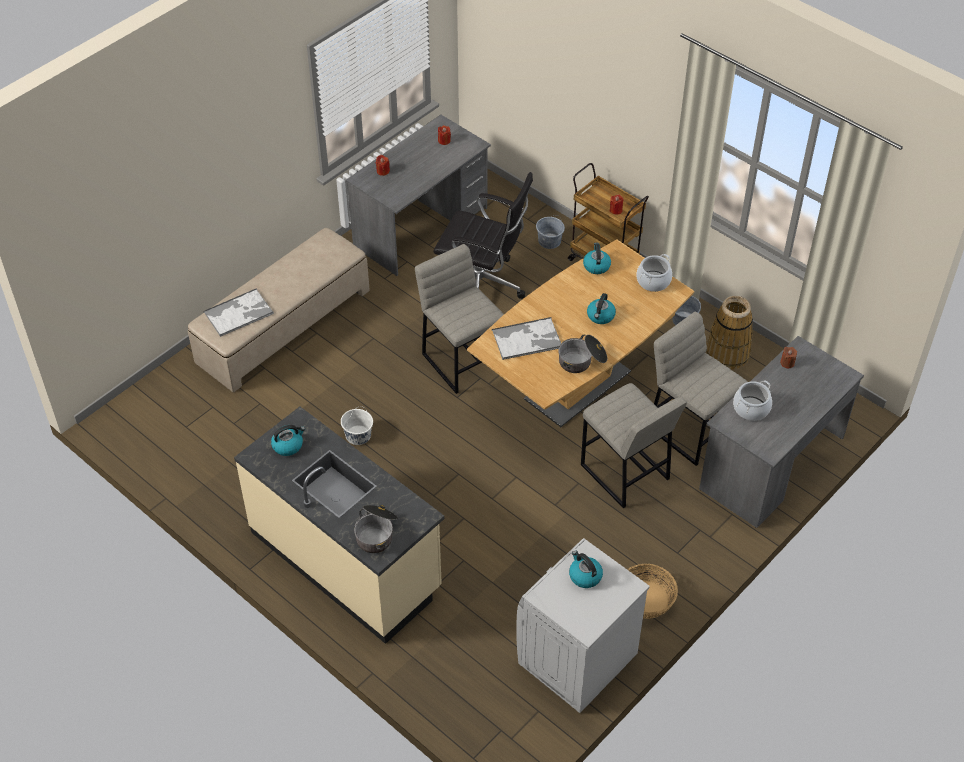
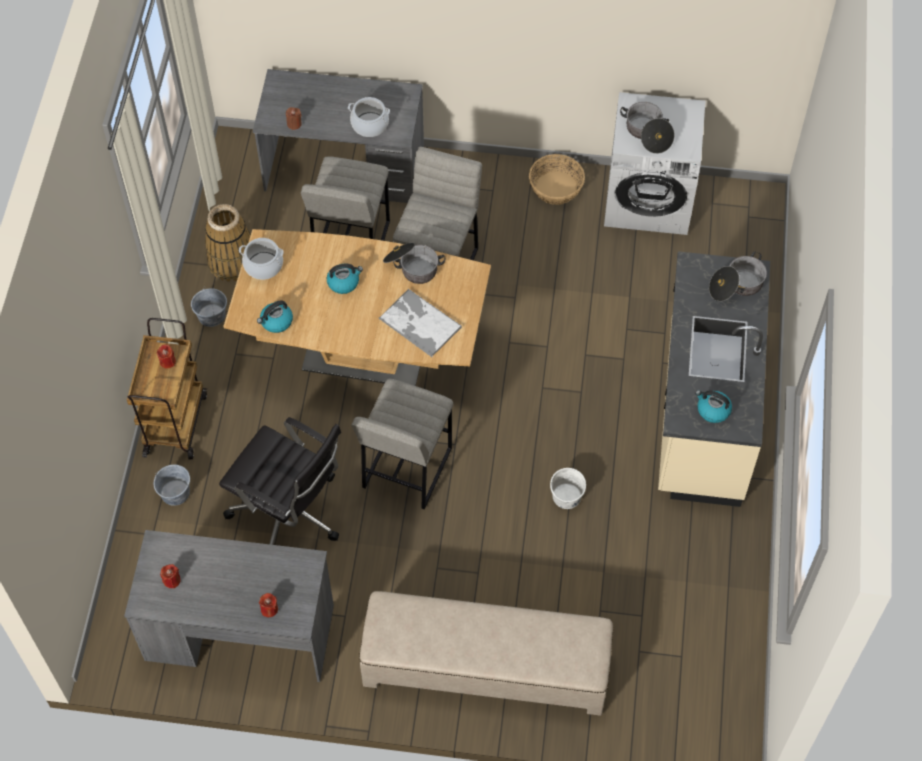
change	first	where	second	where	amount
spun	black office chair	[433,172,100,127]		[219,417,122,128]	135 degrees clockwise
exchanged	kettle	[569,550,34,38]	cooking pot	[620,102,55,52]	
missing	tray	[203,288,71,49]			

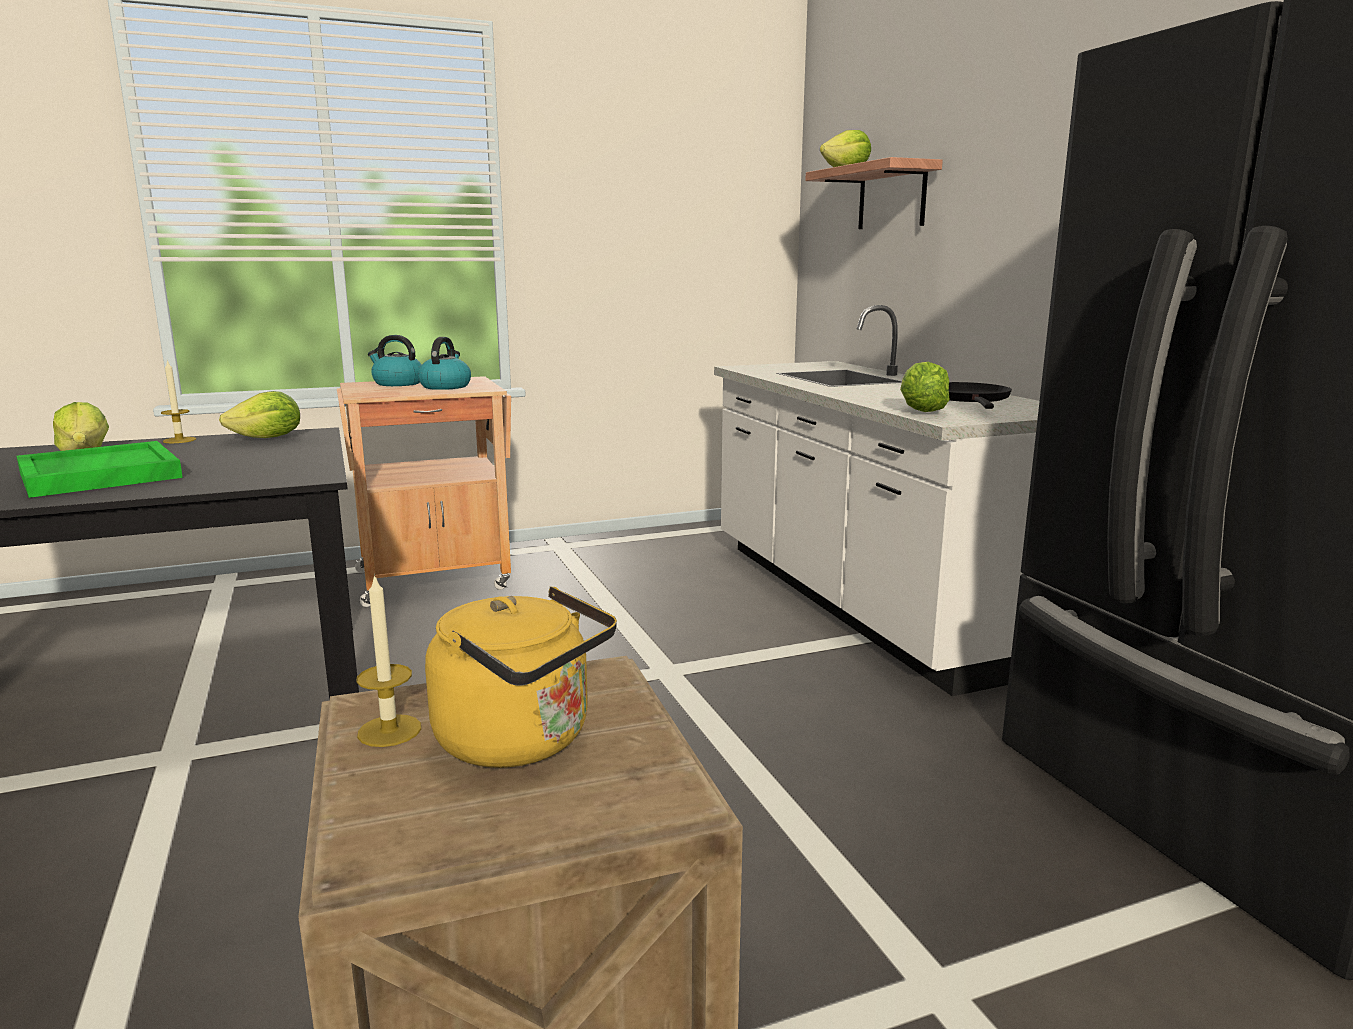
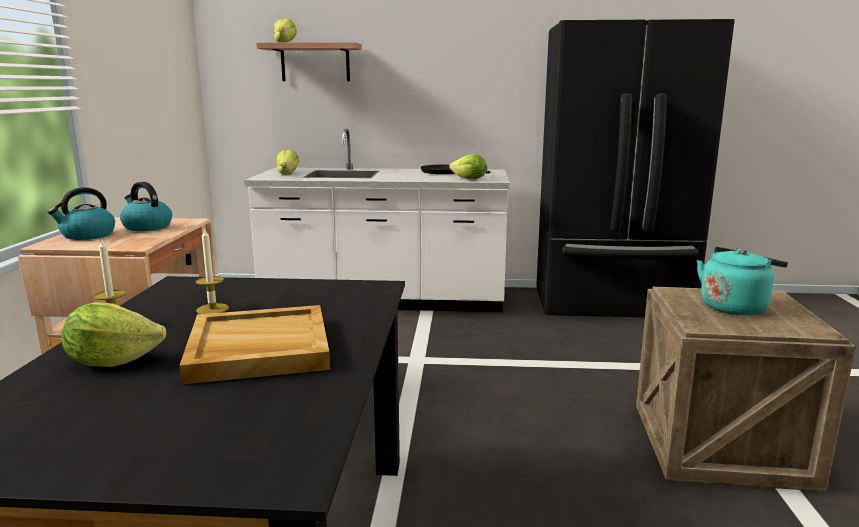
change	first	where	second	where	amount
colour	green tray	[17,441,166,57]	beige tray	[179,305,151,79]	
relocated	candle	[356,574,65,173]		[196,227,33,87]	
relocated	lettuce	[219,391,81,47]		[276,149,23,25]	
colour	yellow kettle	[425,586,192,182]	turquoise kettle	[697,247,91,68]	

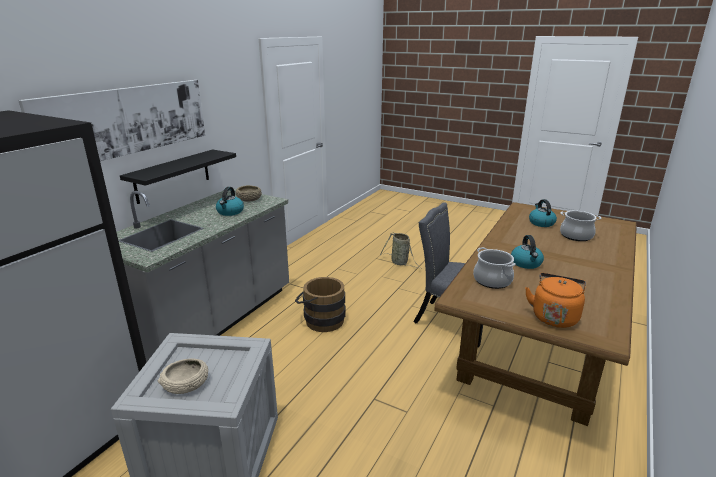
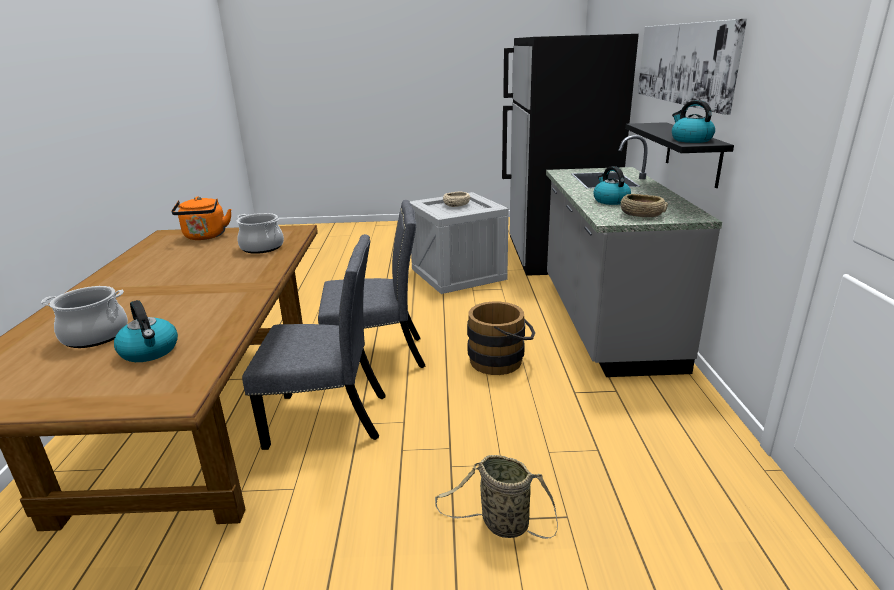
change	first	where	second	where	amount
appeared			grey chair	[318,200,108,168]	
relocated	kettle	[511,235,33,34]		[672,100,43,43]	

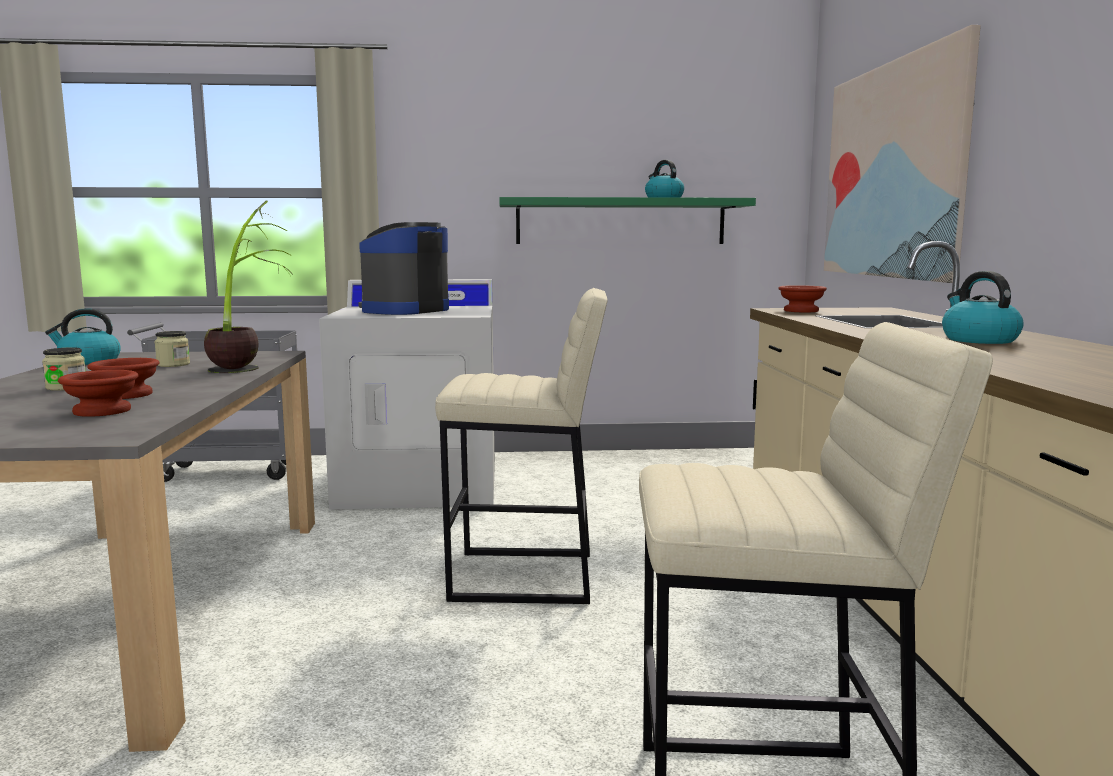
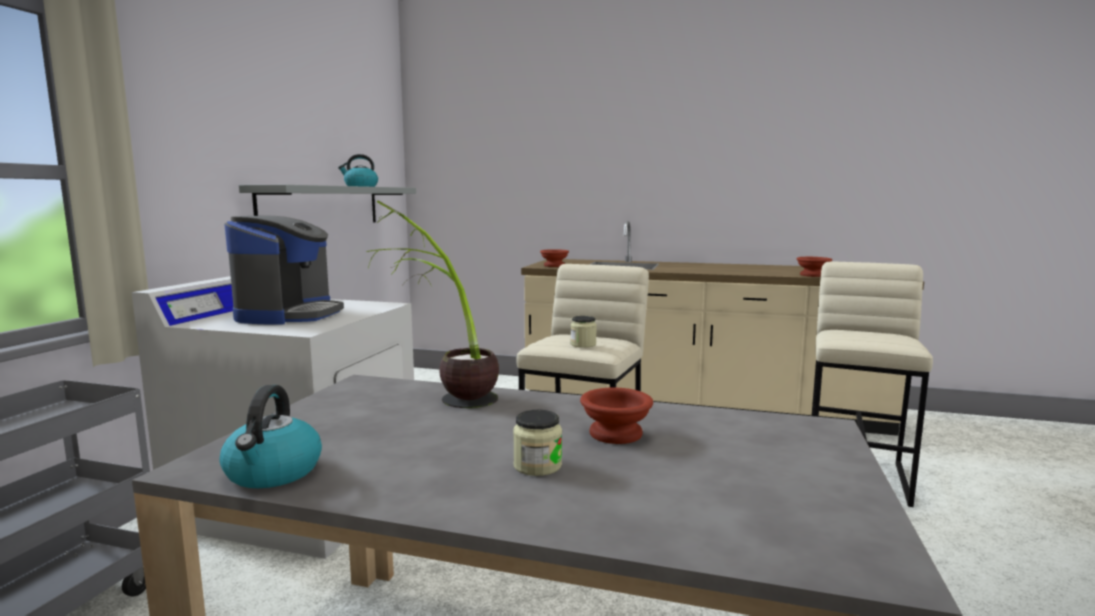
change	first	where	second	where	amount
spun	coffee machine	[358,222,91,93]		[224,216,120,109]	135 degrees counterclockwise
colour	green shelf	[499,197,257,47]	grey shelf	[239,185,177,38]	
relocated	jar	[154,331,36,36]		[571,316,26,32]	
relocated	brown bowl	[58,370,81,47]		[796,257,36,20]	
missing	picture	[824,25,157,258]			
missing	kettle	[942,271,82,73]			

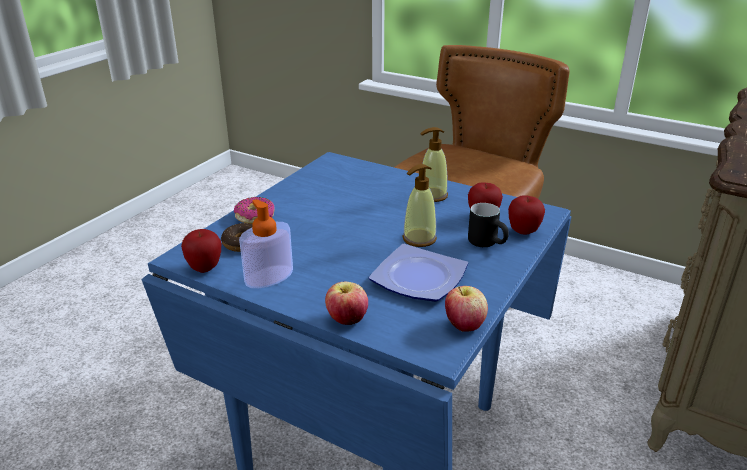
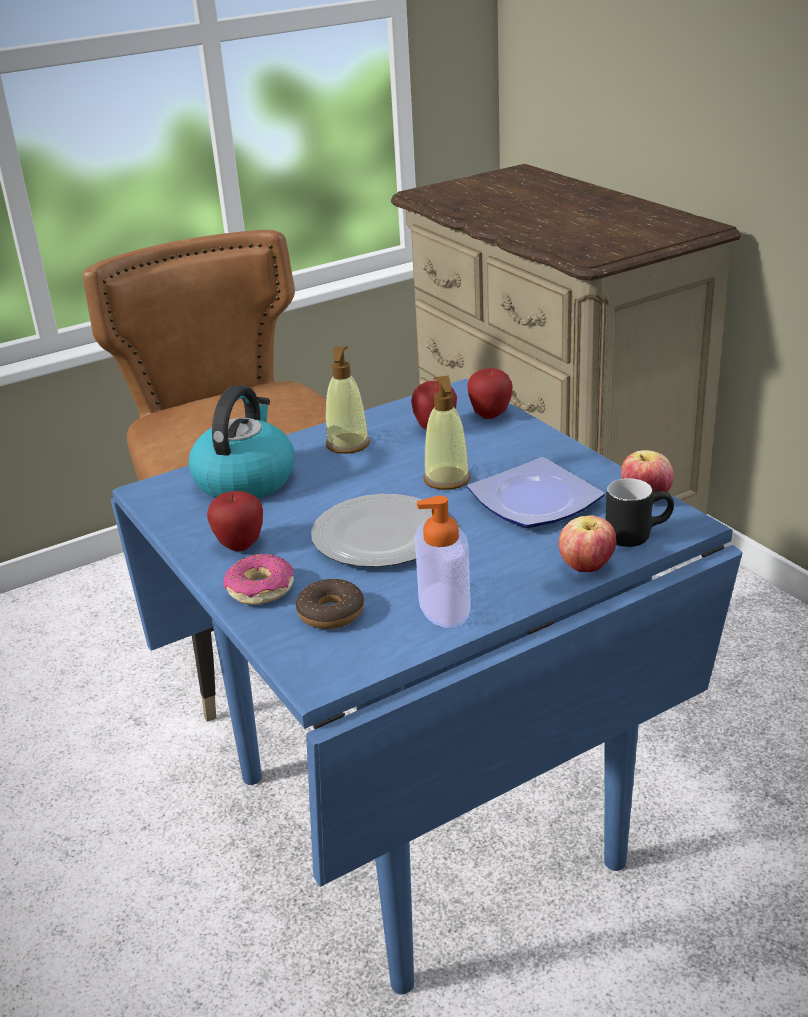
change	first	where	second	where	amount
appeared			kettle	[188,385,107,113]	
relocated	apple	[181,229,40,44]		[207,491,56,60]	
appeared			plate	[311,494,121,73]	
relocated	black mug	[468,203,41,44]		[605,478,69,69]	

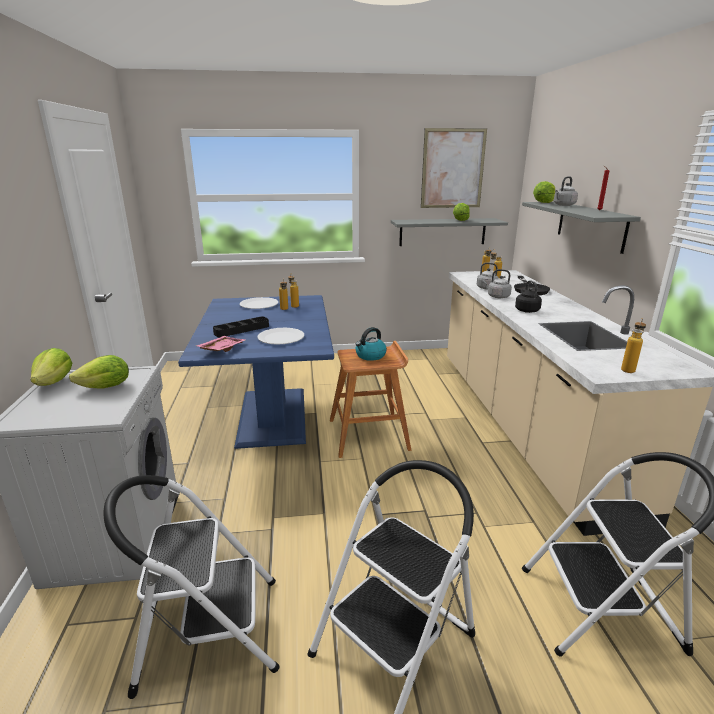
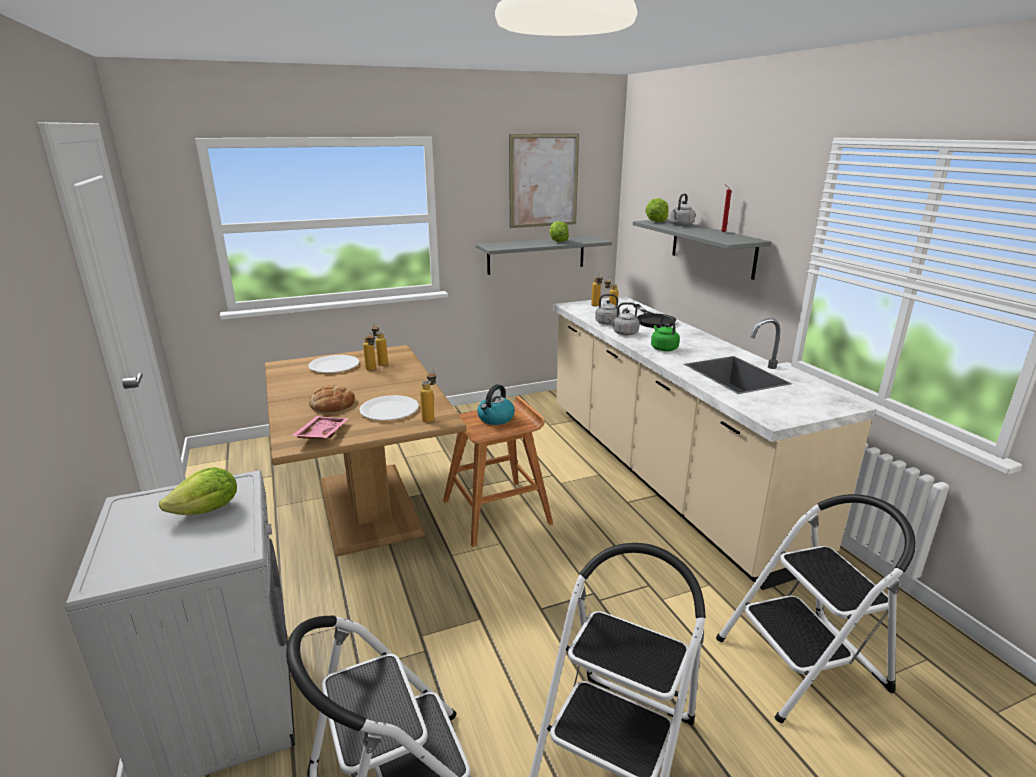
change	first	where	second	where	amount
colour	blue dining table	[178,295,156,154]	brown dining table	[265,345,201,212]	
exchanged	black tray	[213,317,56,20]	bread	[309,385,46,28]	
relocated	bottle	[621,318,25,55]		[420,369,16,54]	
colour	black kettle	[515,280,27,33]	green kettle	[651,315,29,36]	
missing	lettuce	[30,348,42,38]			

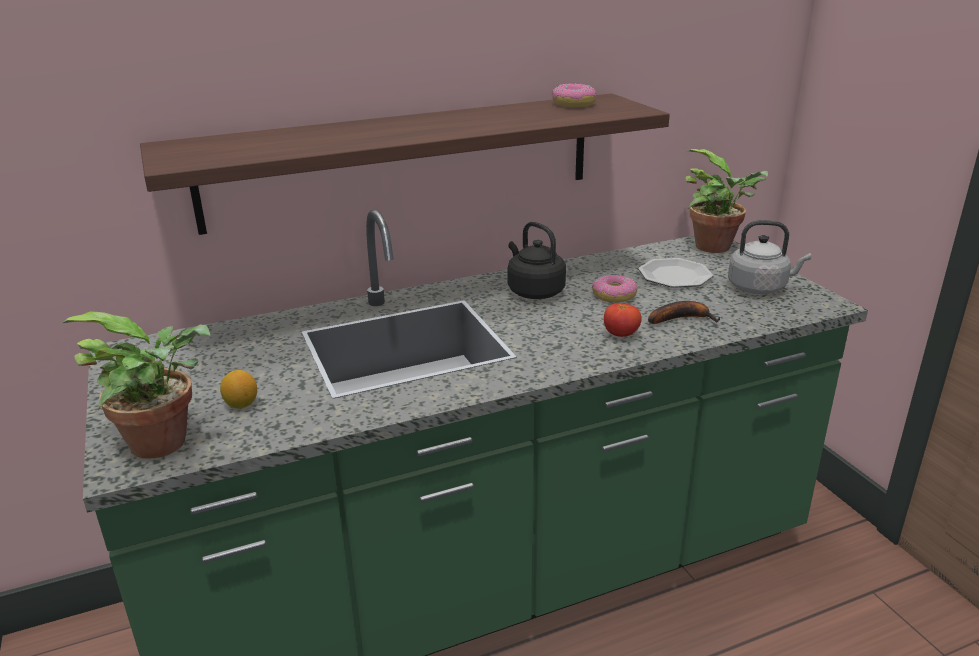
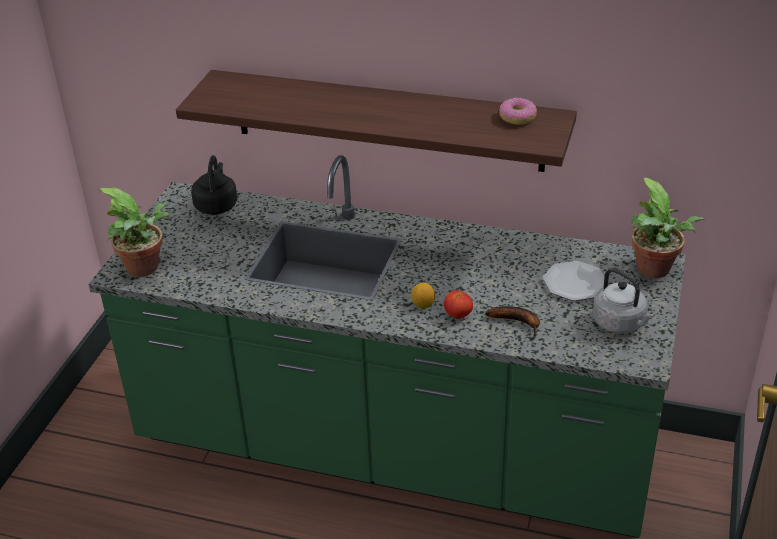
change	first	where	second	where	amount
relocated	black kettle	[508,222,58,77]		[191,155,46,60]	
relocated	lemon	[220,370,37,39]		[411,283,24,25]	
missing	donut	[592,275,45,28]			

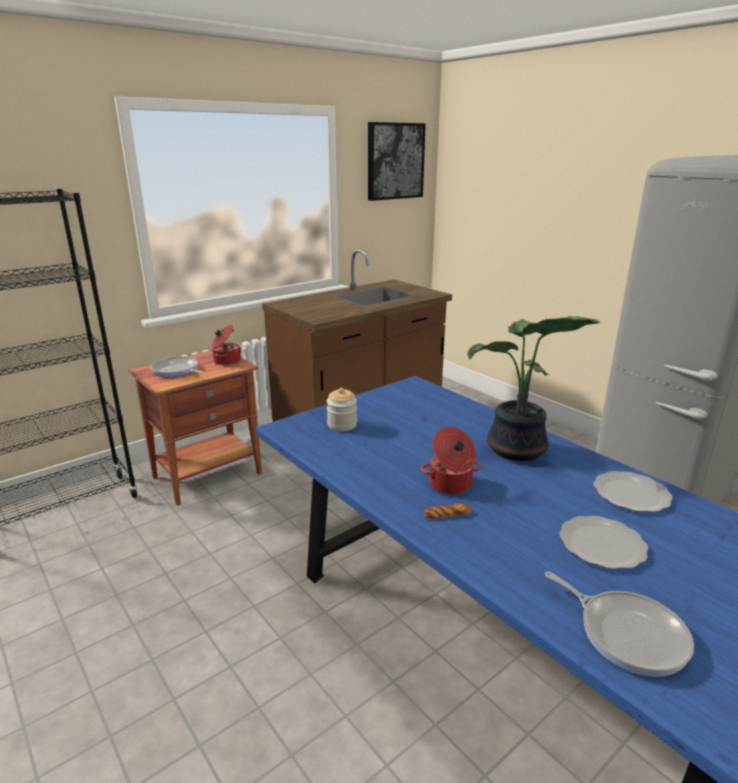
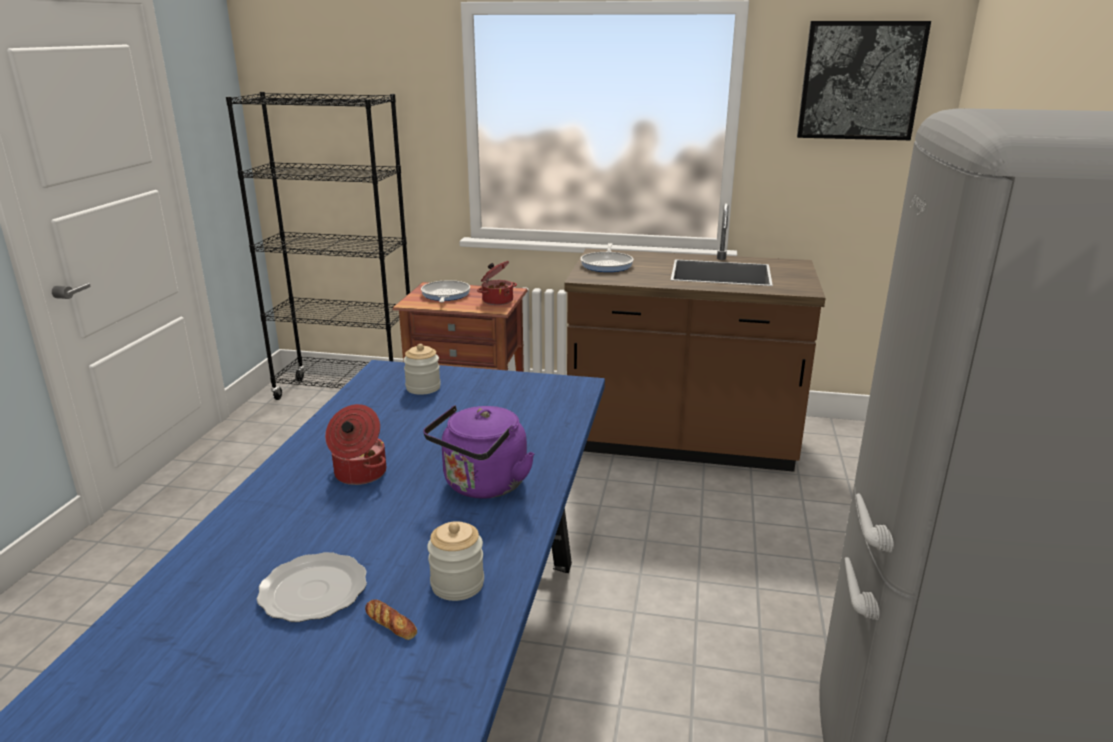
change	first	where	second	where	amount
relocated	bread	[424,503,47,16]		[365,600,52,40]	
exchanged	potted plant	[467,316,134,145]	purple kettle	[423,405,112,94]	
exchanged	plate	[593,471,80,41]	jar	[427,521,57,80]	
relocated	frying pan	[545,571,149,106]		[581,243,53,29]	

